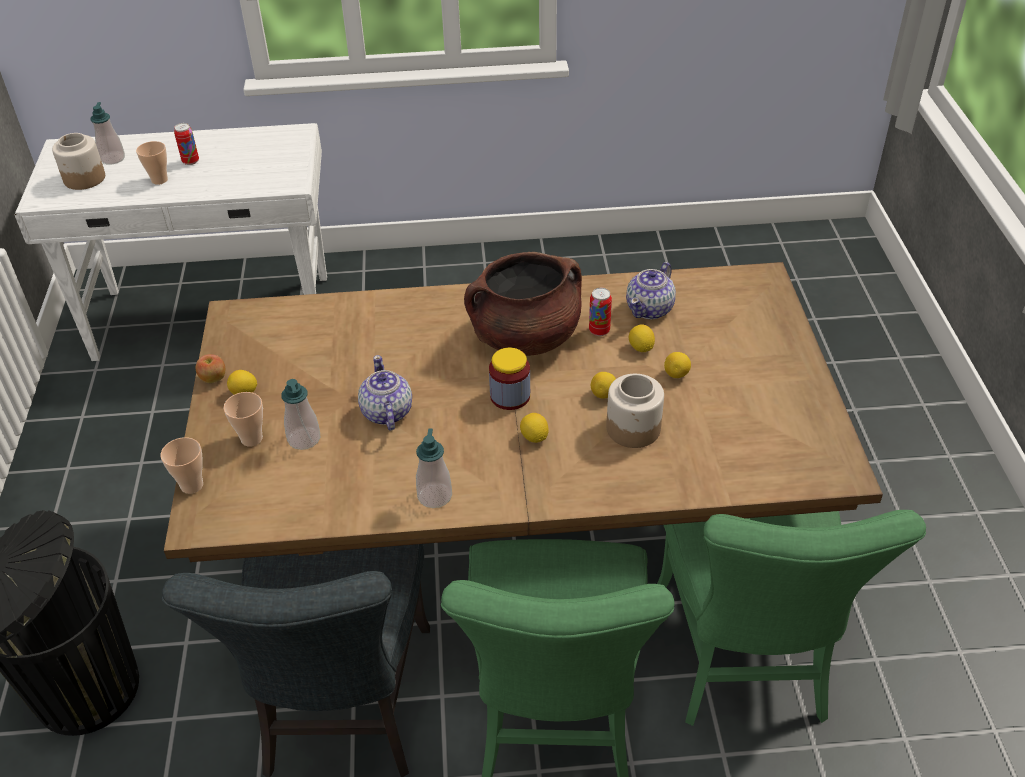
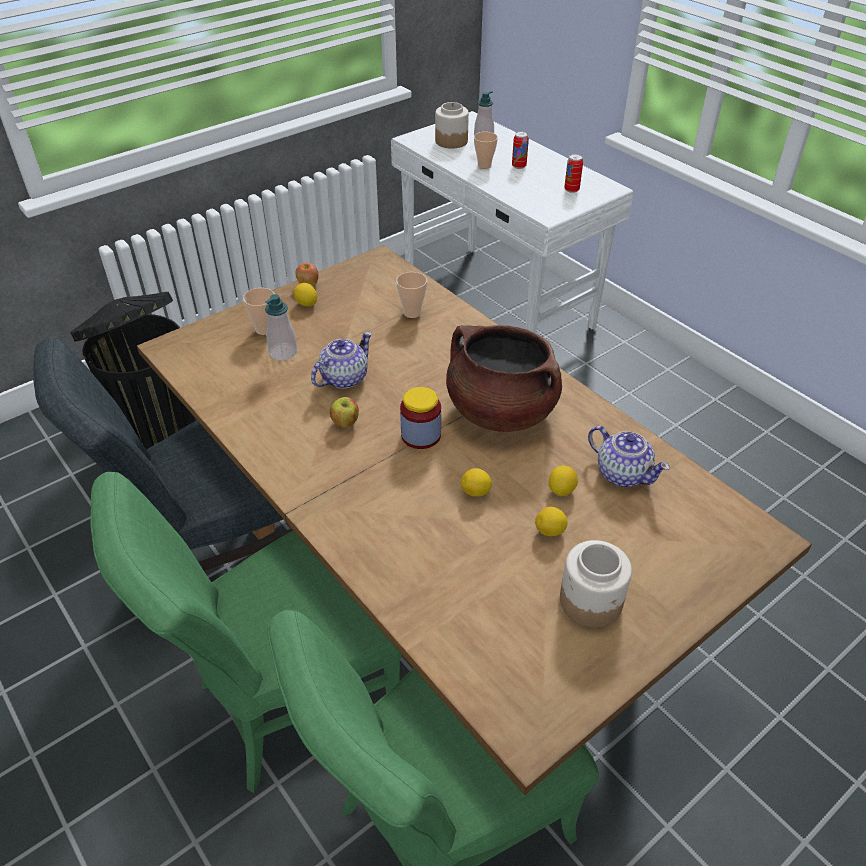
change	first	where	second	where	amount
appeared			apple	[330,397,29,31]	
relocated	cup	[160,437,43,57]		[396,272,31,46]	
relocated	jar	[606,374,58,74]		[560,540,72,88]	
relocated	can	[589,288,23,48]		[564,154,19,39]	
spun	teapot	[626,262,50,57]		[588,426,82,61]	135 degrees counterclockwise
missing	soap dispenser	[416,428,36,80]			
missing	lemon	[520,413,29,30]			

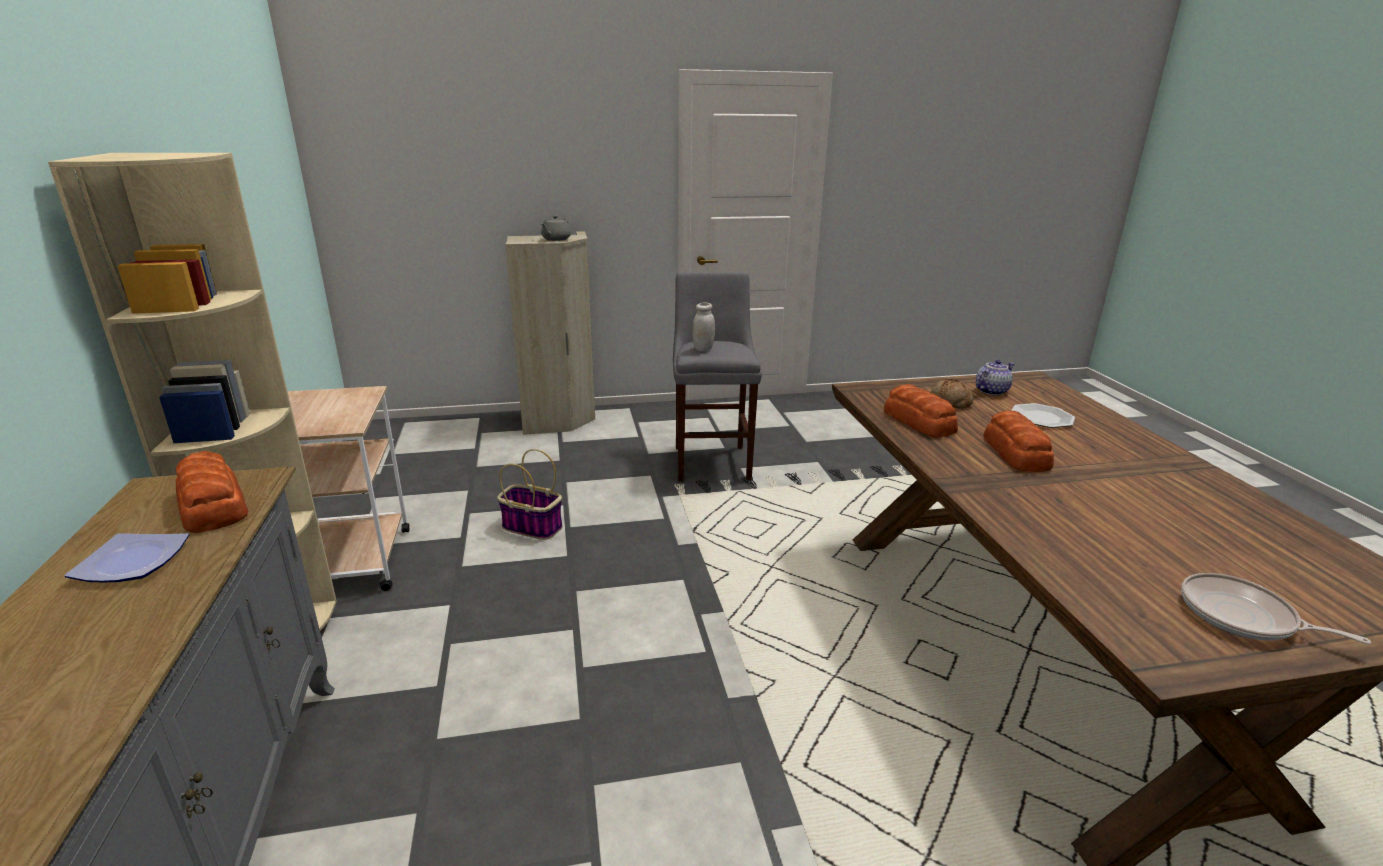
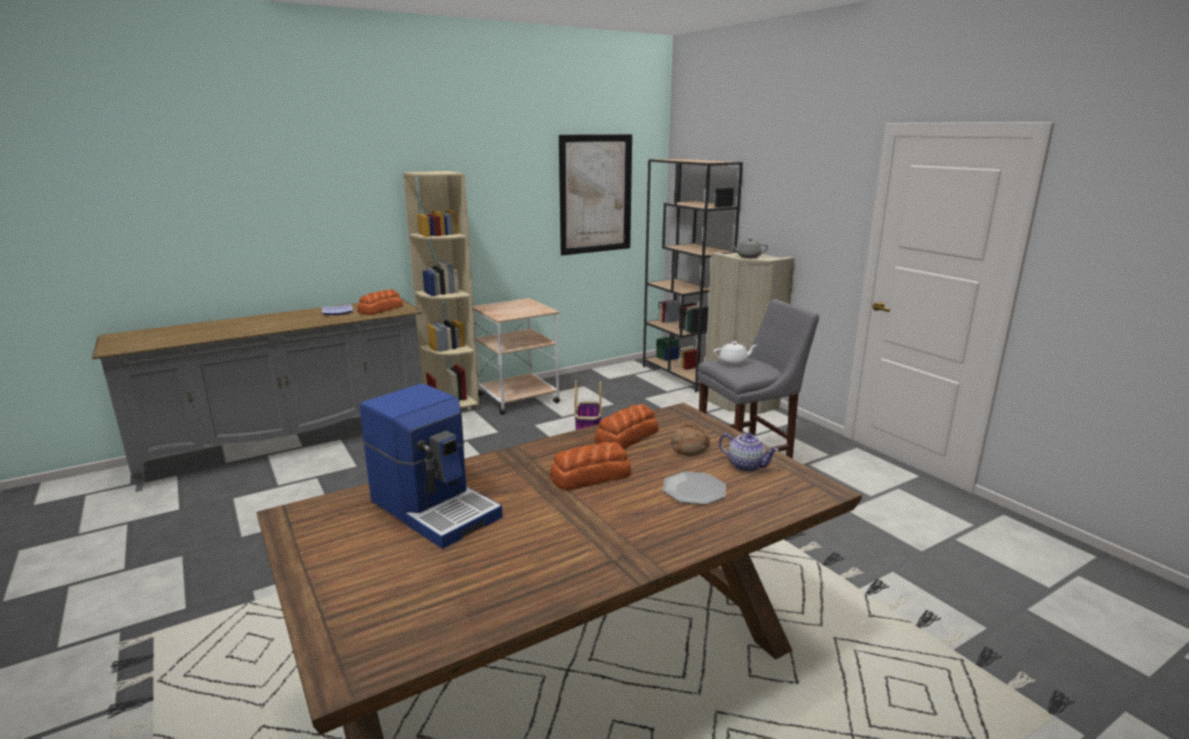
change	first	where	second	where	amount
appeared			coffee machine	[360,384,143,165]	
appeared			picture	[559,134,73,122]	
appeared			bookcase	[643,159,100,233]	
exchanged	white jar	[693,303,22,49]	white teapot	[713,341,44,25]	
missing	frying pan	[1181,573,190,71]			

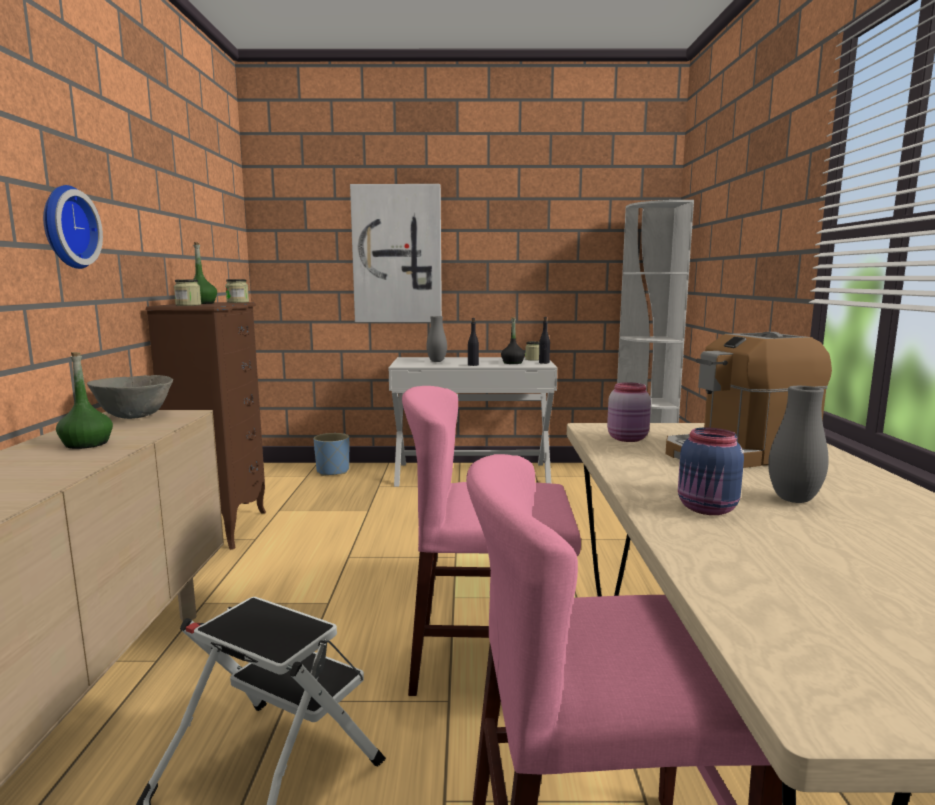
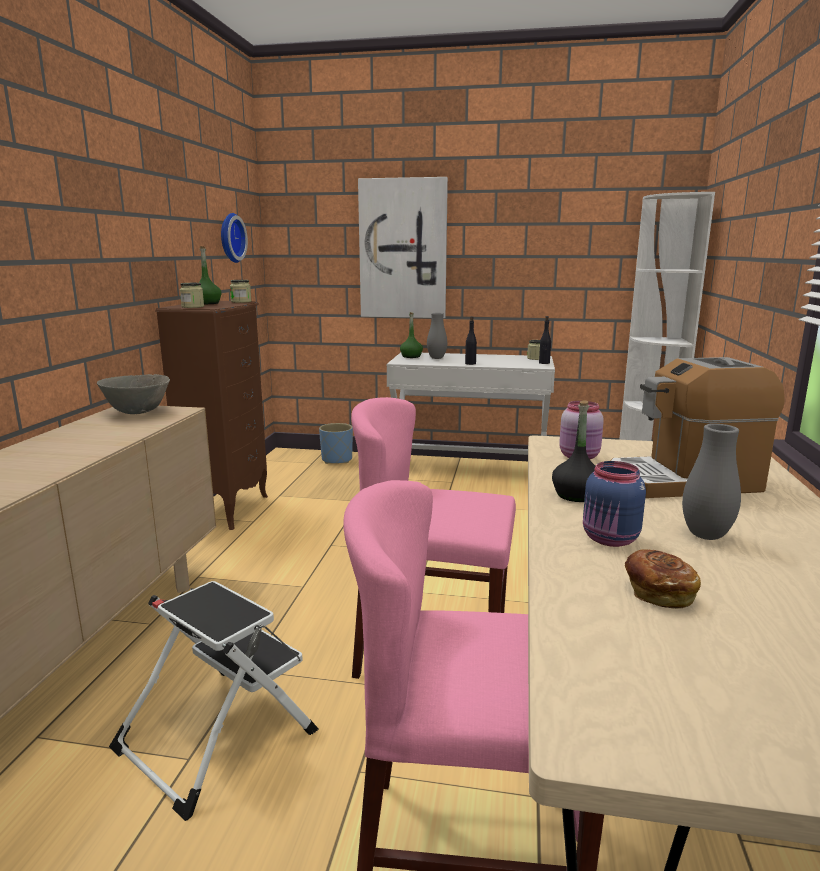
change	first	where	second	where	amount
relocated	wall clock	[43,185,60,84]		[221,213,27,50]	
relocated	green bottle	[56,352,57,97]		[400,312,23,46]	
relocated	black bottle	[501,317,24,47]		[552,400,44,102]	
appeared			bread	[625,549,76,60]	

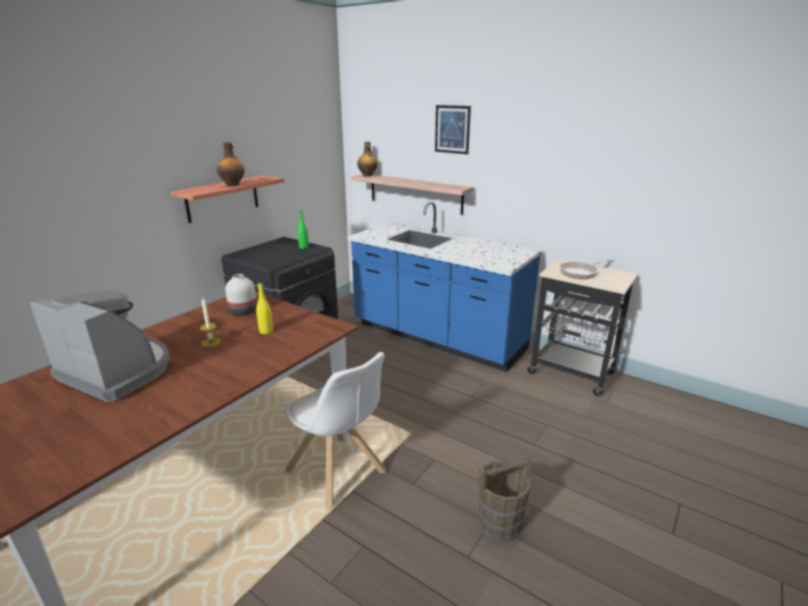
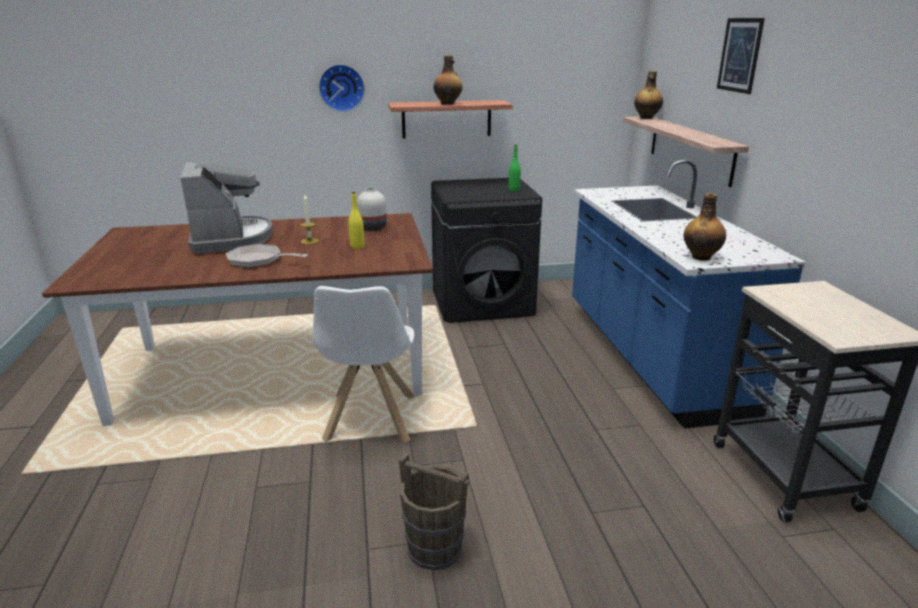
change	first	where	second	where	amount
relocated	frying pan	[560,258,52,21]		[226,244,82,24]	
appeared			wall clock	[319,64,46,48]	
appeared			bottle	[683,193,43,68]	

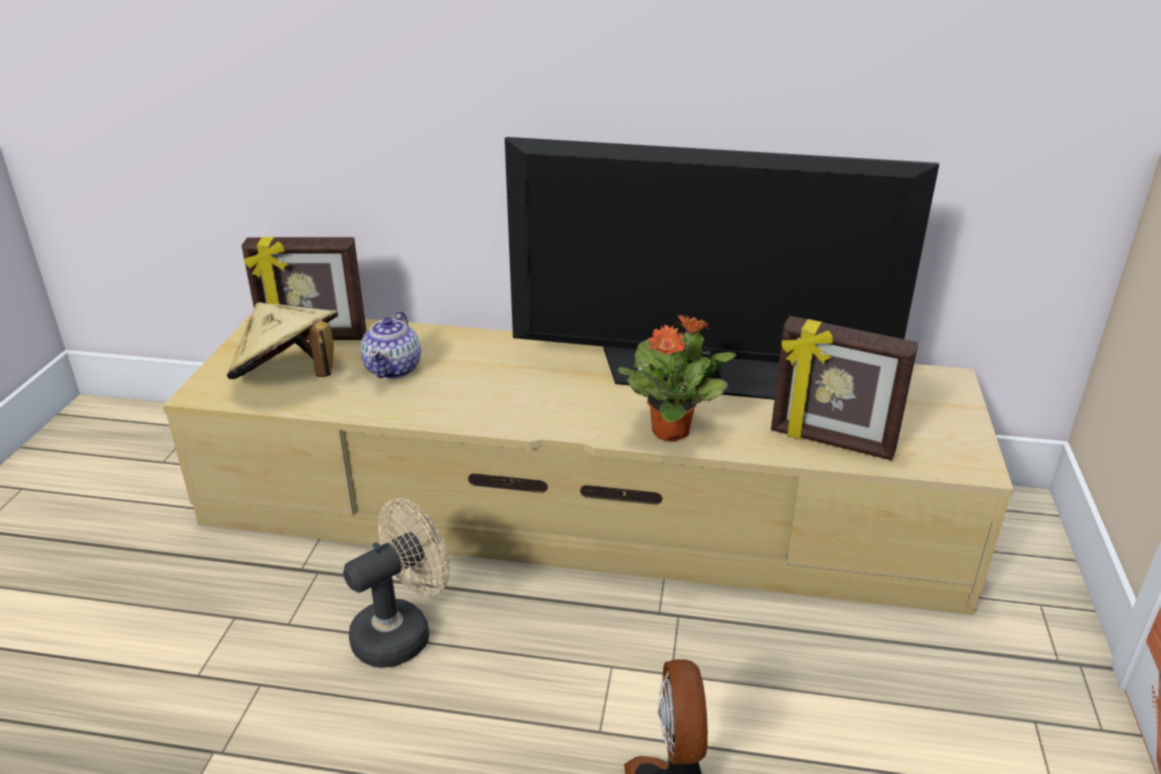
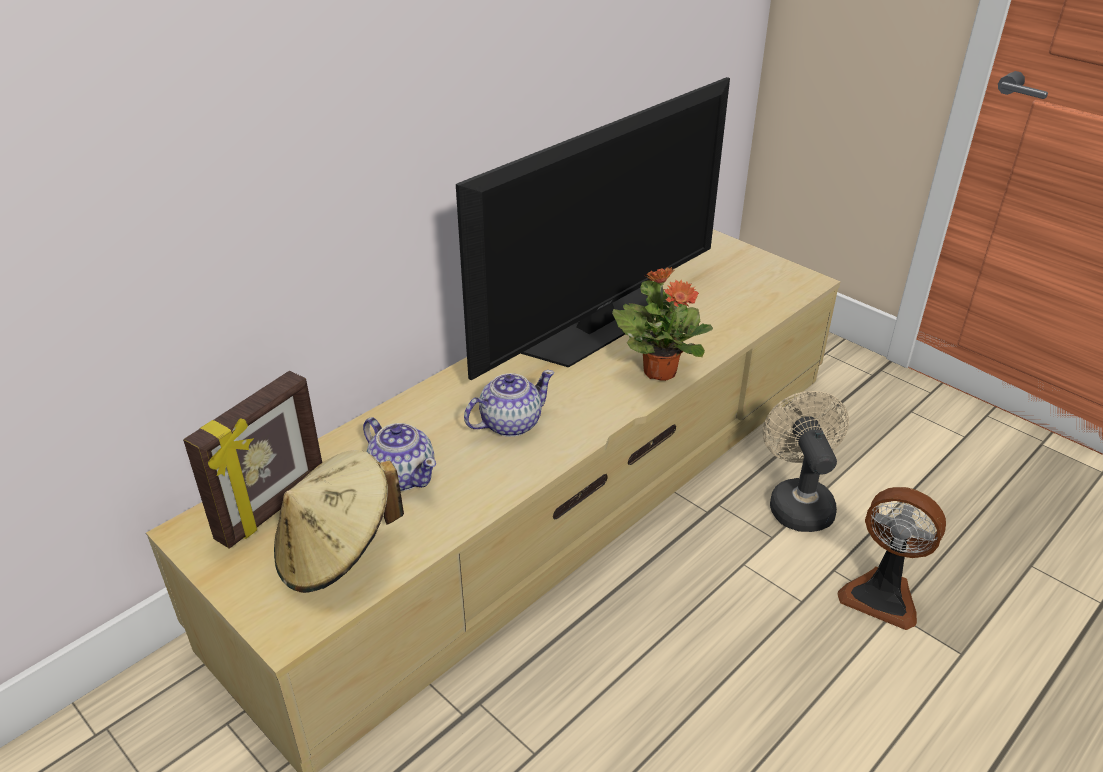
change	first	where	second	where	amount
appeared			teapot	[464,370,90,67]	
relocated	beige fan	[343,498,107,170]		[763,391,86,141]	
missing	picture frame	[771,316,147,144]			

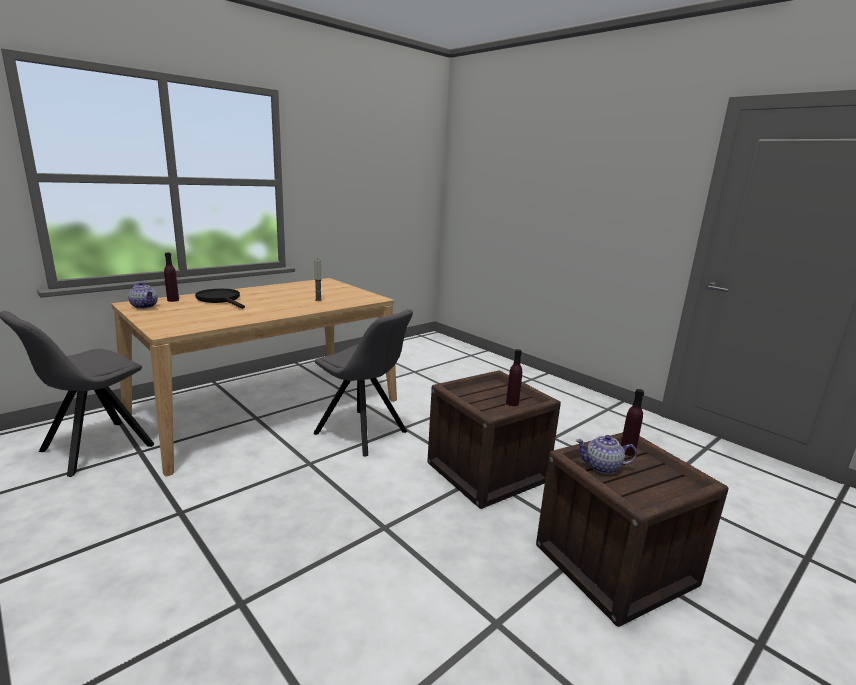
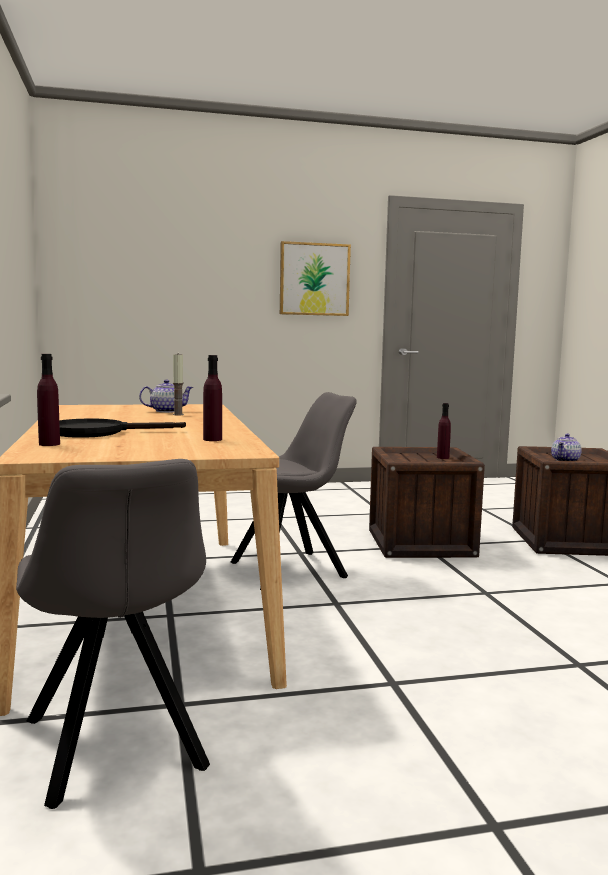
change	first	where	second	where	amount
relocated	teapot	[128,282,30,27]		[139,379,55,34]	
relocated	purple bottle	[621,389,23,67]		[203,355,19,86]	
appeared			picture	[280,241,71,75]	

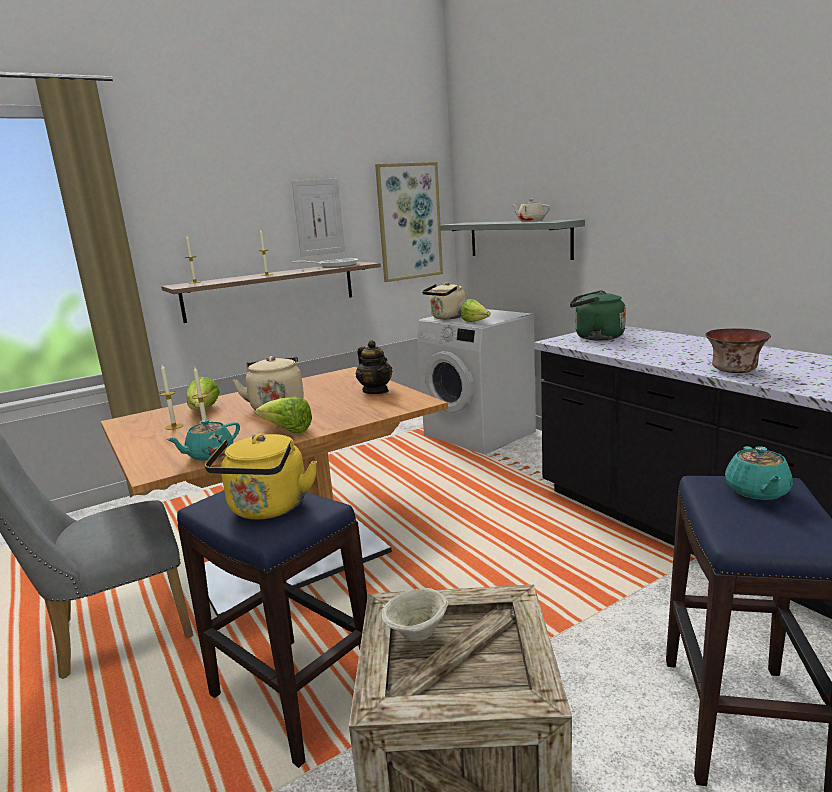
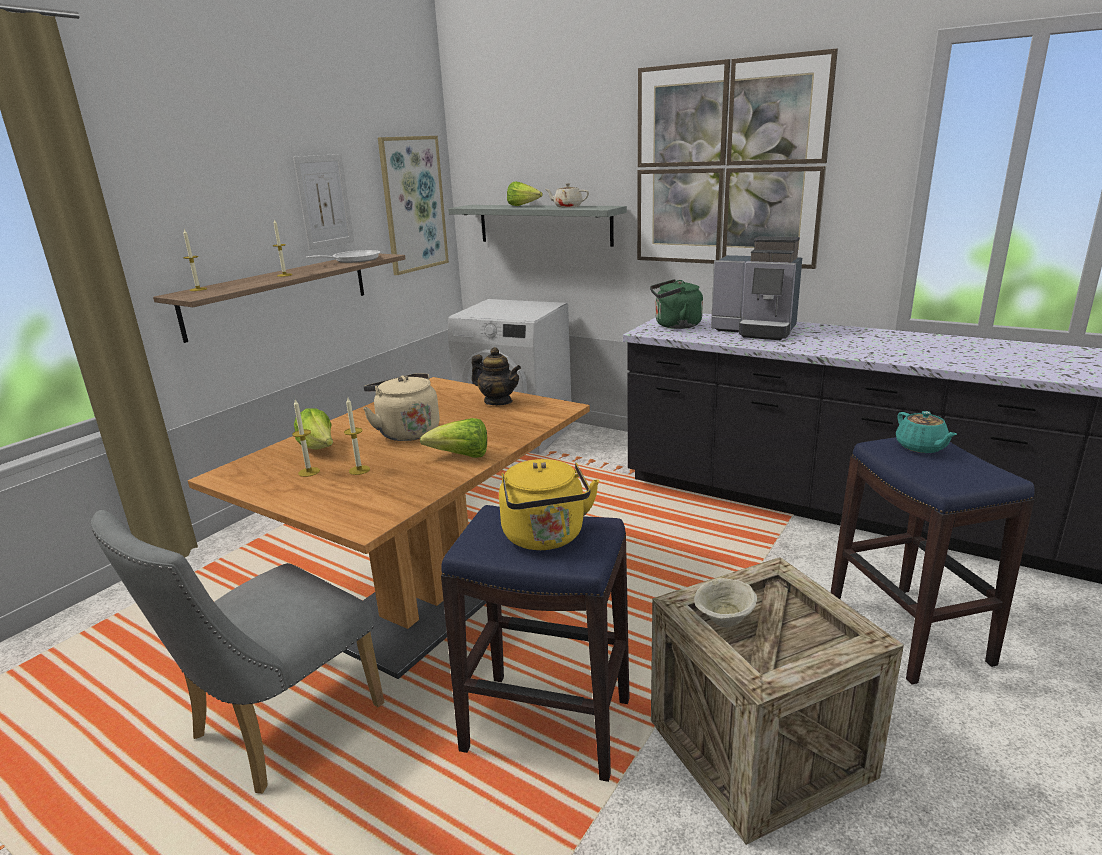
change	first	where	second	where	amount
relocated	lettuce	[461,299,30,23]		[507,181,36,25]	
appeared			picture	[637,48,201,221]	
appeared			coffee machine	[711,236,91,104]	
missing	turquoise teapot	[167,419,73,42]			
missing	beige kettle	[422,282,45,37]			
missing	bowl	[705,328,66,45]			

